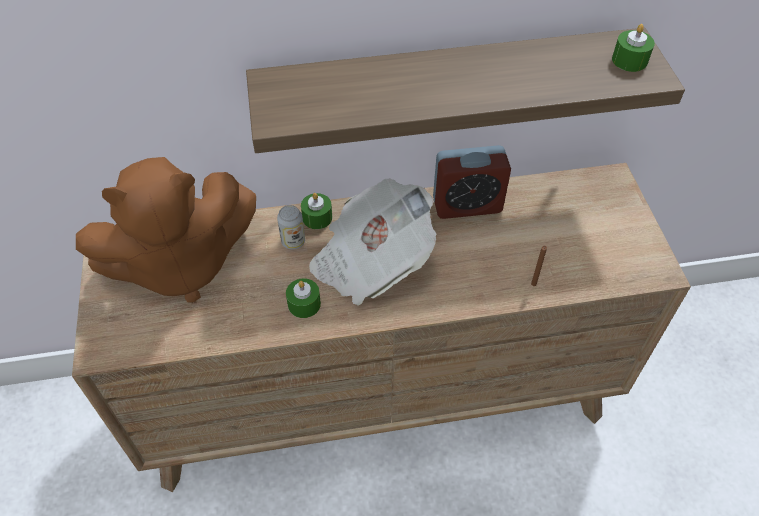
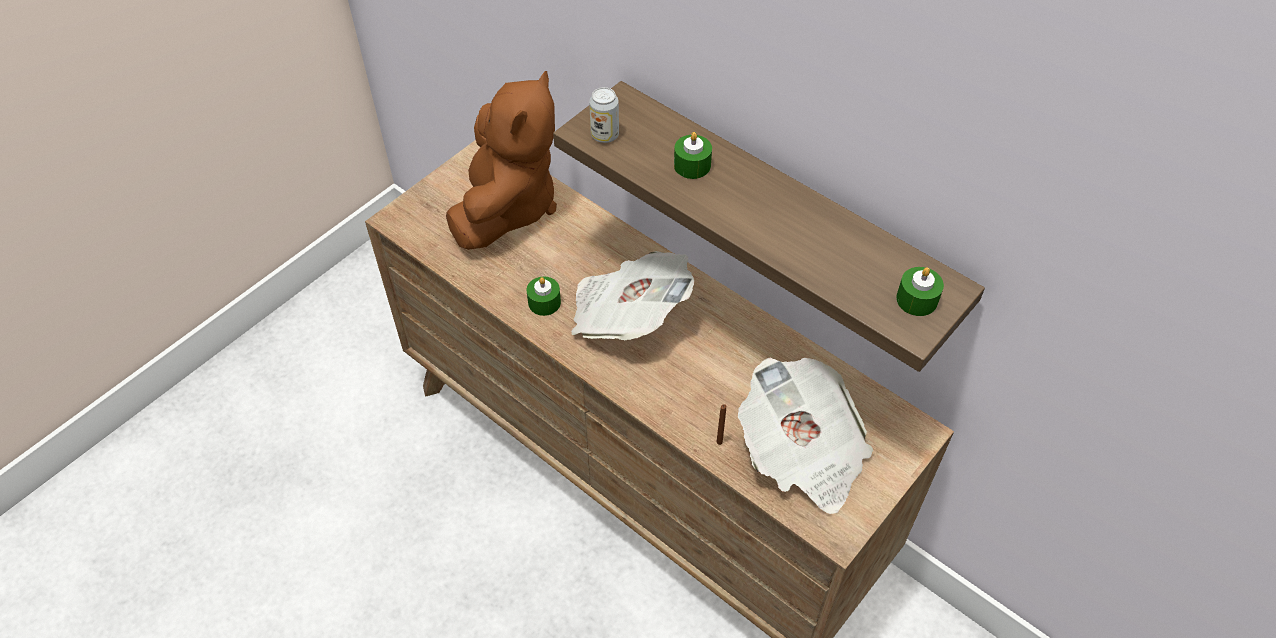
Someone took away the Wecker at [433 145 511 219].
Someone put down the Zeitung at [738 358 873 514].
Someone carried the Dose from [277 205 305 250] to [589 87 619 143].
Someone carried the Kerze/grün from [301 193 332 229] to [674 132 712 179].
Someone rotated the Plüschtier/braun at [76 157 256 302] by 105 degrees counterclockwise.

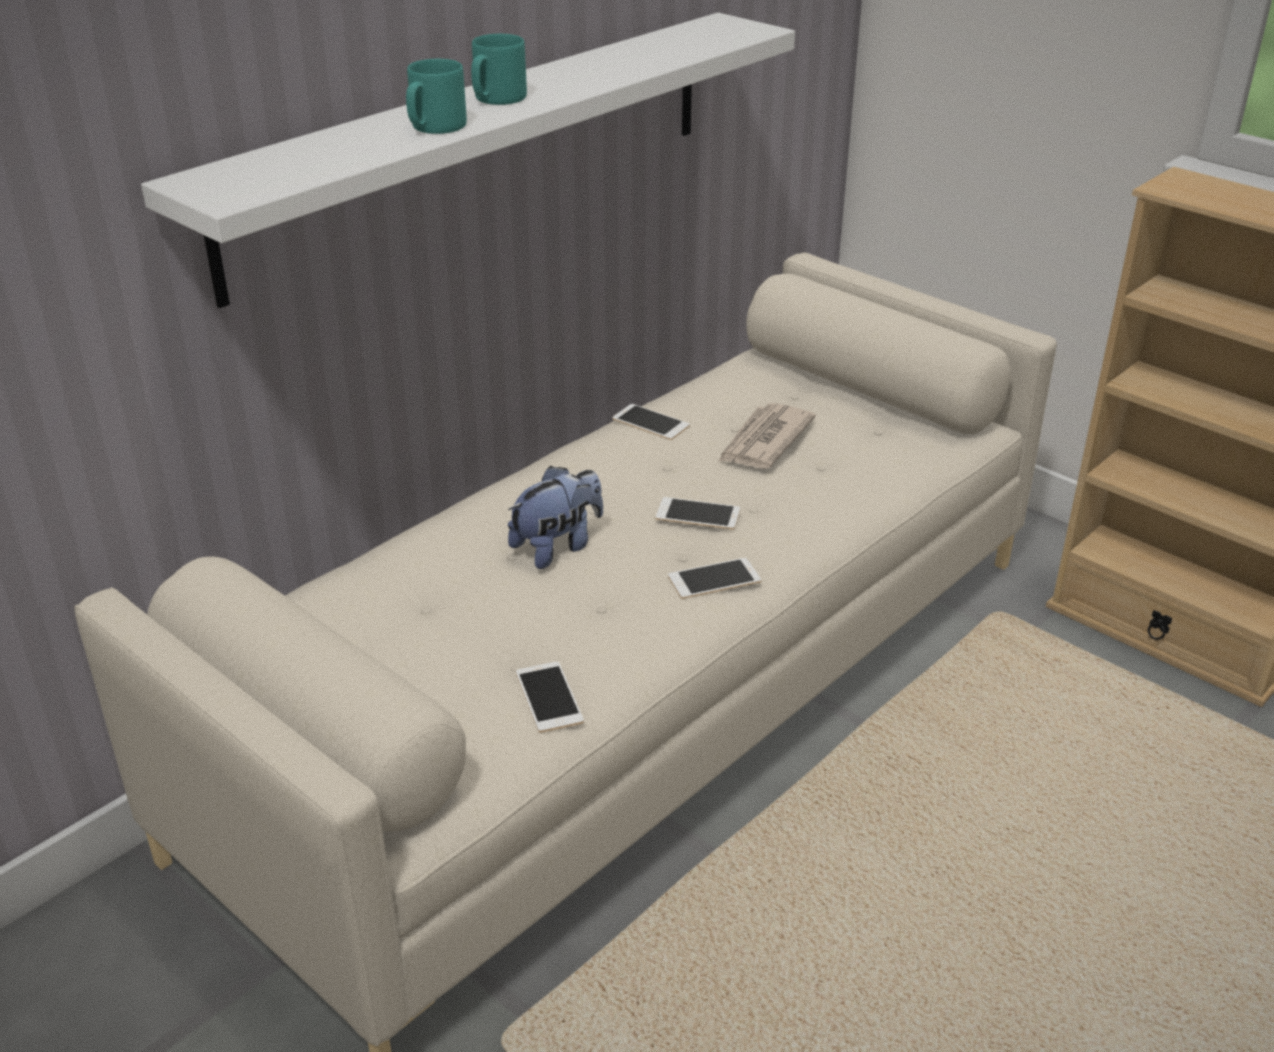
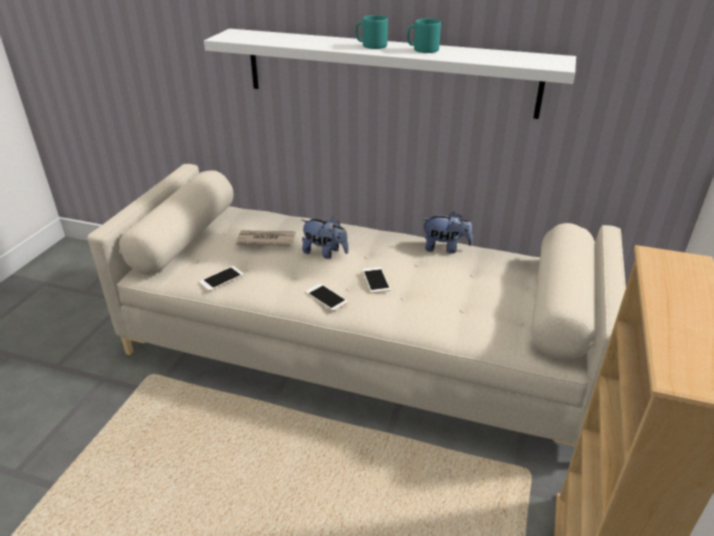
Someone carried the Henkelbecher/türkis from [406 59 467 134] to [407 19 441 53].
Someone carried the Zeitung from [718 403 816 469] to [236 230 296 246].
Someone swapped the Handy at [612 404 690 440] for the Plüschtier at [422 211 473 253].

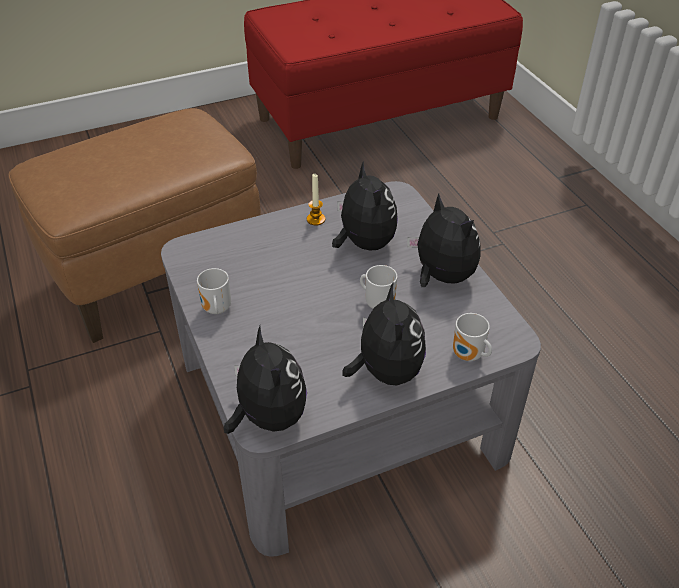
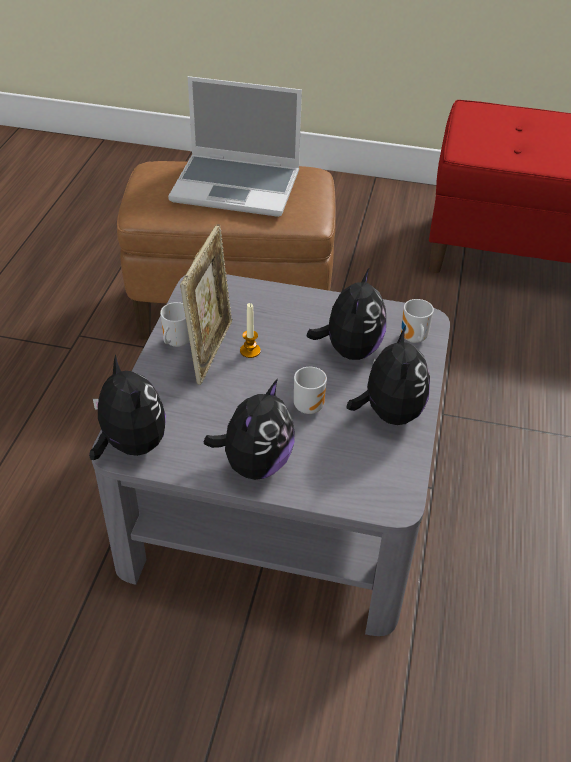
Someone put down the Laptop at [168 76 302 217].
Someone put down the Bilderrahmen at [180 224 232 385].
Someone carried the Kerze from [307 174 325 226] to [240 303 261 358].
Someone carried the Henkelbecher from [453 313 492 361] to [401 299 434 343].
Someone rotated the Plüschtier at [224 326 307 434] by 45 degrees counterclockwise.

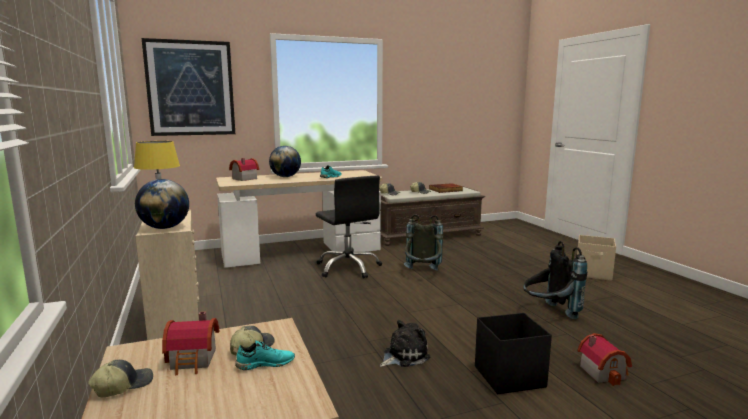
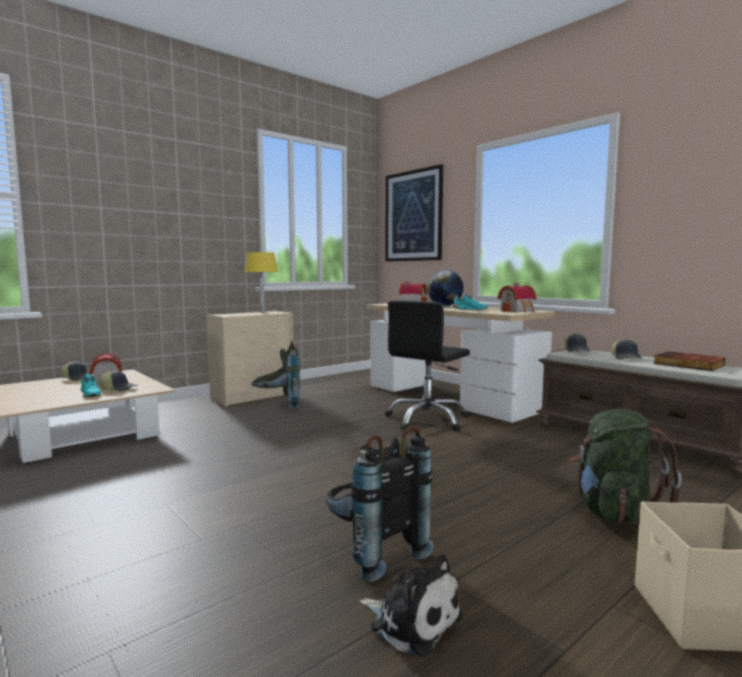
Someone took away the Globus at [135 179 189 229].
Someone took away the Aufbewahrungsbox/schwarz at [475 313 552 394].
Someone put down the Rucksack/grün at [569 409 681 524].
Someone carried the Plüschtier from [380 320 431 367] to [360 554 463 657].
Someone carried the Rucksack/grau from [404 214 443 271] to [252 341 300 409].
Someone carried the Spielzeughaus from [577 333 632 386] to [497 283 537 312].

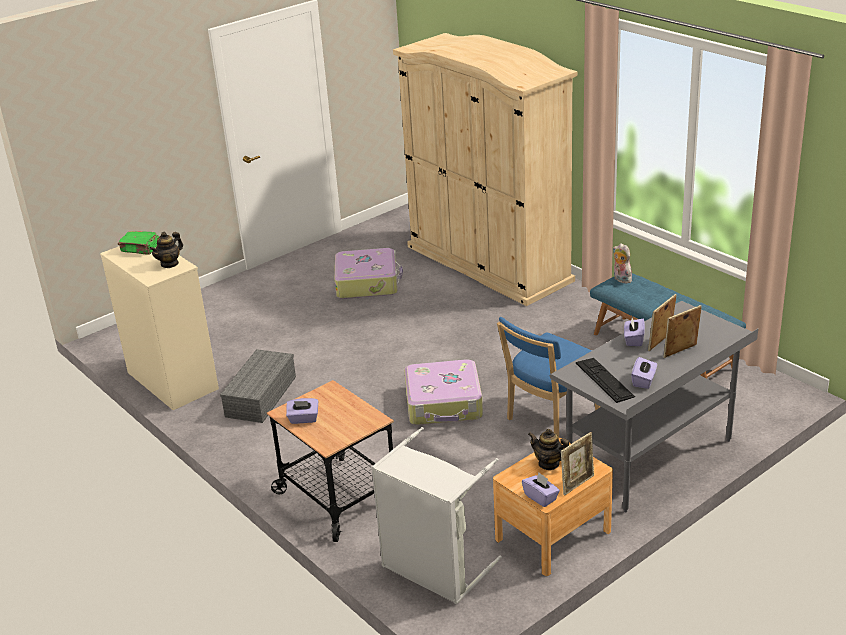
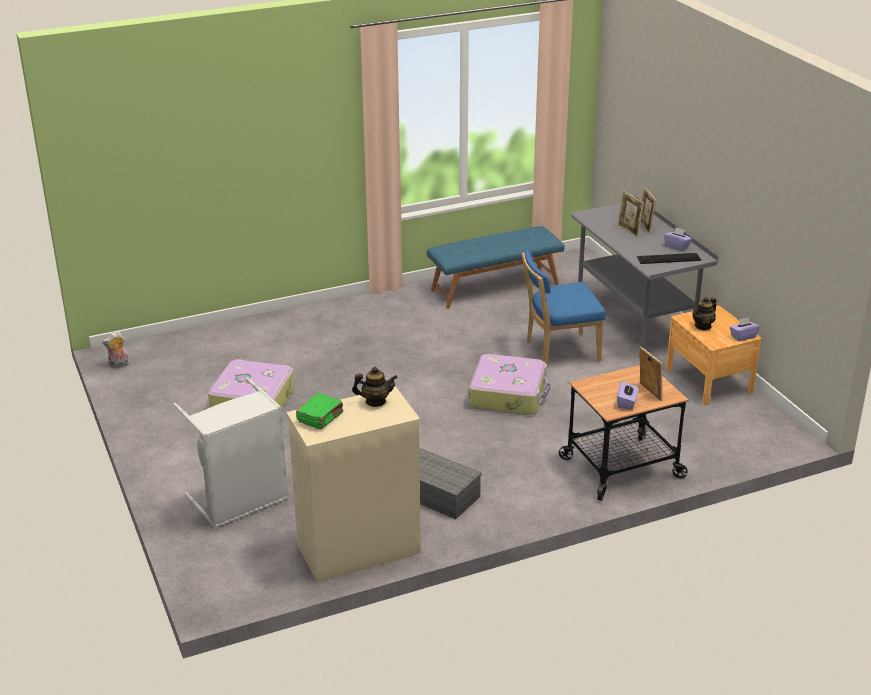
Someone took away the Kleiderschrank/beige at [393 33 577 306].
Someone took away the Taschentuchbox/lila at [624 317 645 346].
Someone carried the Wäschekorb/grau from [371 427 502 604] to [173 377 289 529].
Someone carried the Bilderrahmen from [561 432 594 495] to [640 346 662 401].
Someone carried the Plüschtier from [613 243 632 284] to [102 332 129 368].
Someone rotated the Teekanne at [149 232 183 268] by 60 degrees counterclockwise.
Someone rotated the Stuhl/blau at [497 317 601 438] by 105 degrees clockwise.

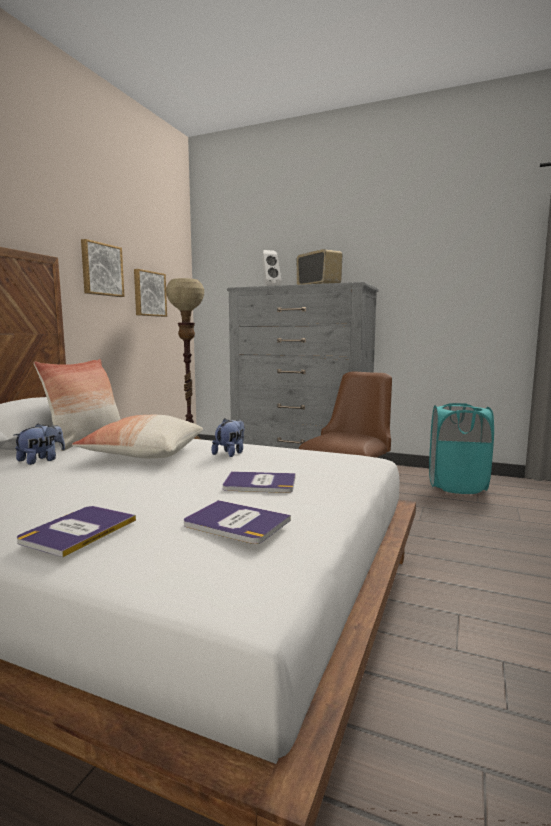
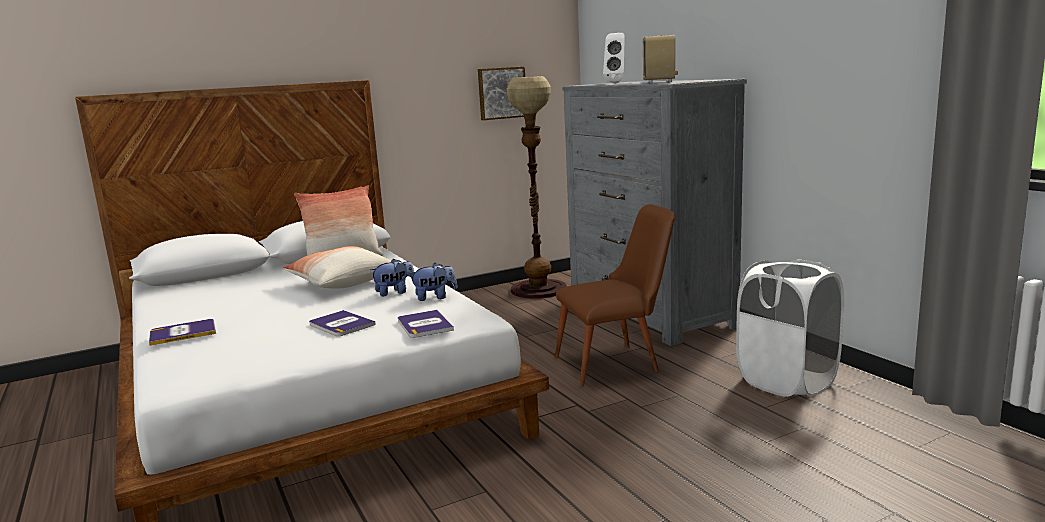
Someone took away the Bild at [81 239 125 297].
Someone carried the Plüschtier from [13 424 65 465] to [410 263 458 301].
Someone carried the Buch from [184 500 291 544] to [398 310 454 338].
Someone repainted the Wäschekorb/türkis at [429 403 494 494], which became the Wäschekorb/weiß at [736 260 844 397].

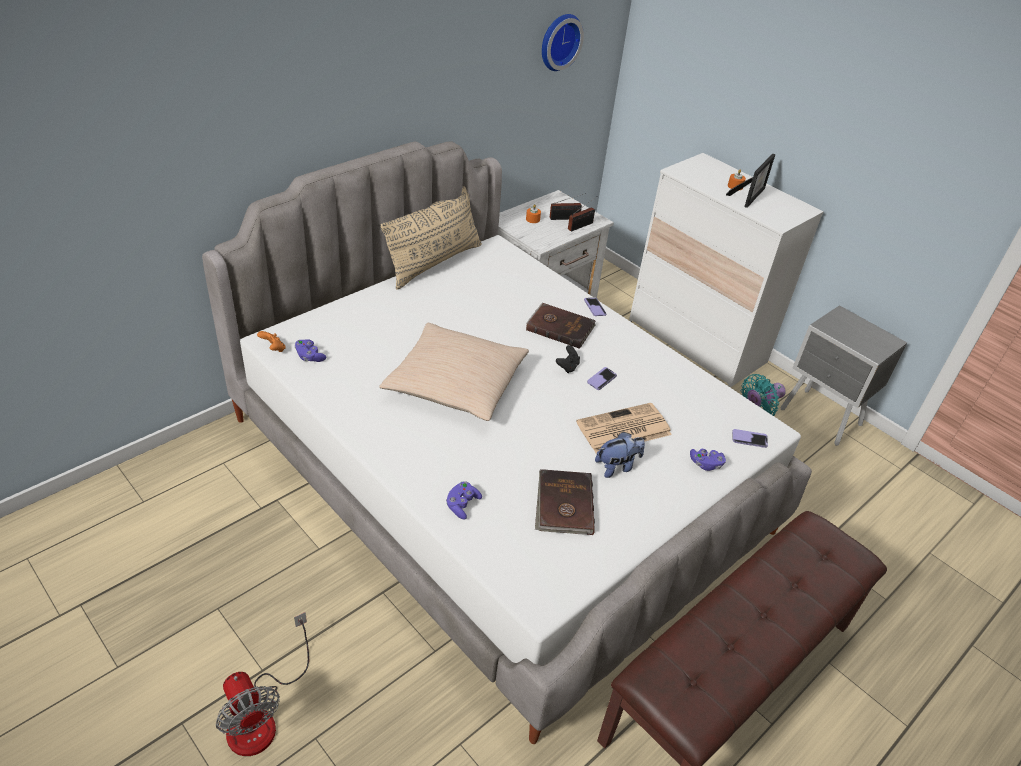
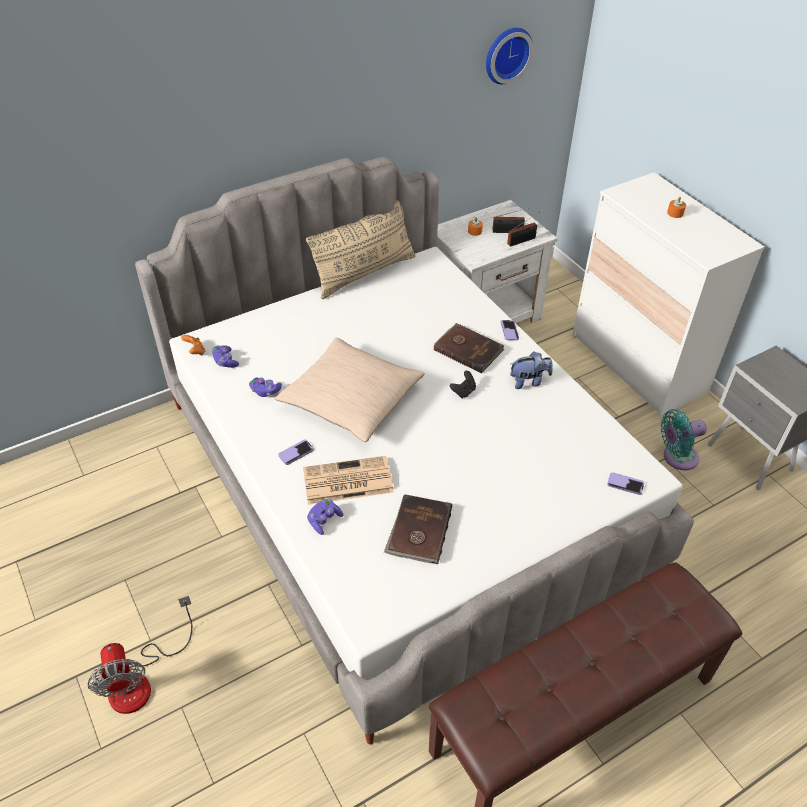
Someone took away the Bilderrahmen at [726 154 776 208].
Someone carried the Zeitung from [576 403 672 454] to [303 456 394 505].
Someone carried the Handy from [587 367 617 390] to [278 439 314 465].
Someone carried the Plüschtier from [595 432 645 478] to [510 351 553 389].
Someone carried the Gamepad/lila from [690 449 726 471] to [249 378 282 397].

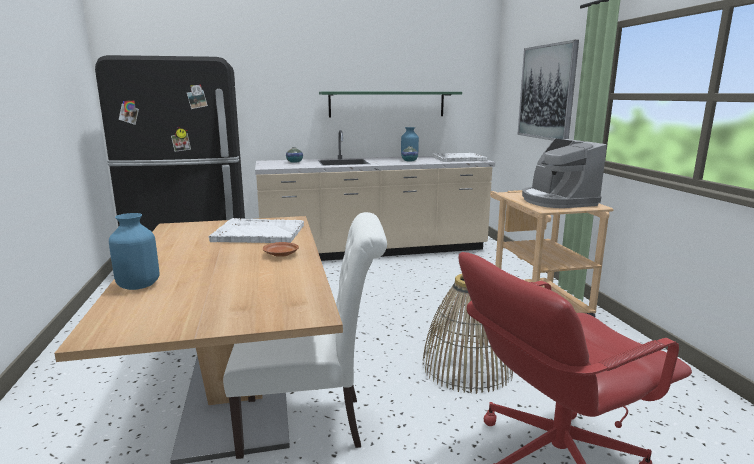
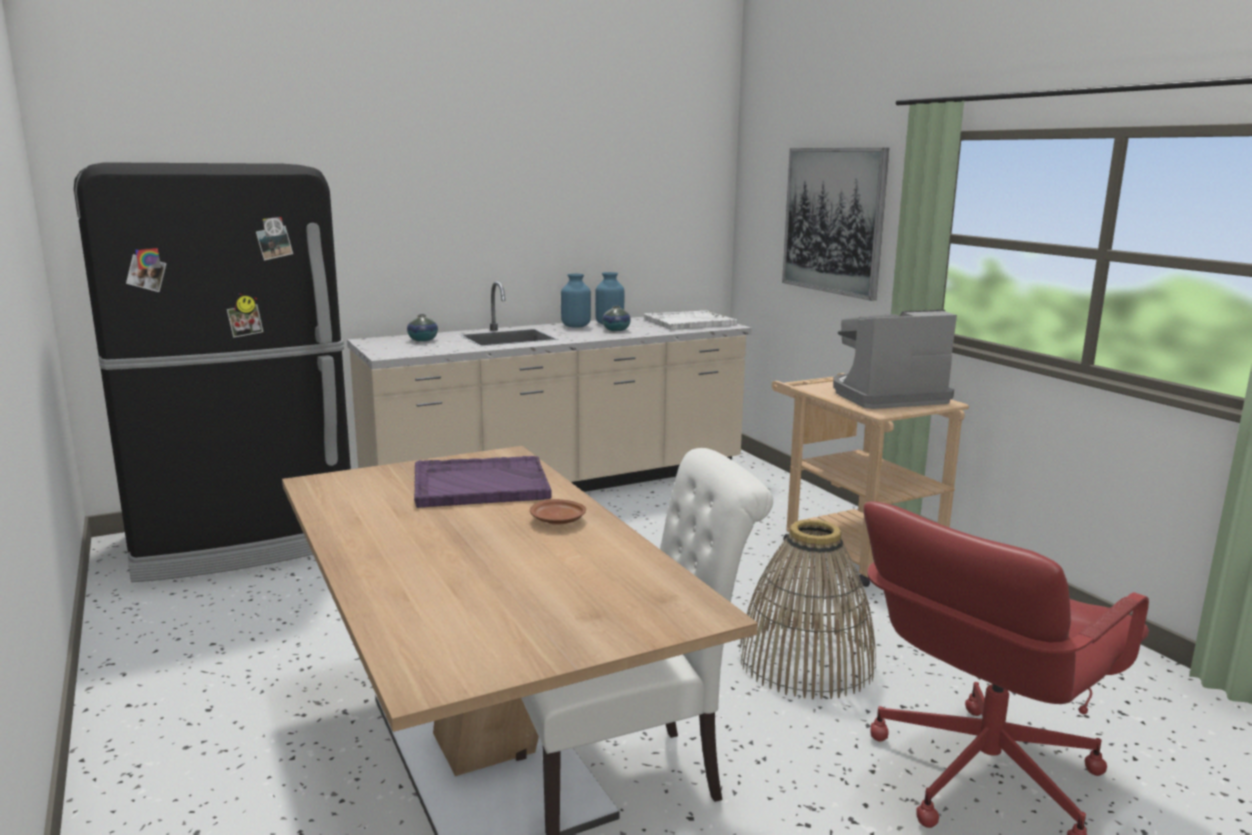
Someone took away the Wandregal/grün at [319 92 462 117].
Someone carried the Vase/blau from [109 213 159 290] to [561 274 591 328].
Someone repainted the Tablett/weiß at [209 218 304 243], which became the Tablett/lila at [414 456 552 508].
Someone rotated the Kaffeemaschine at [522 138 607 208] by 105 degrees clockwise.

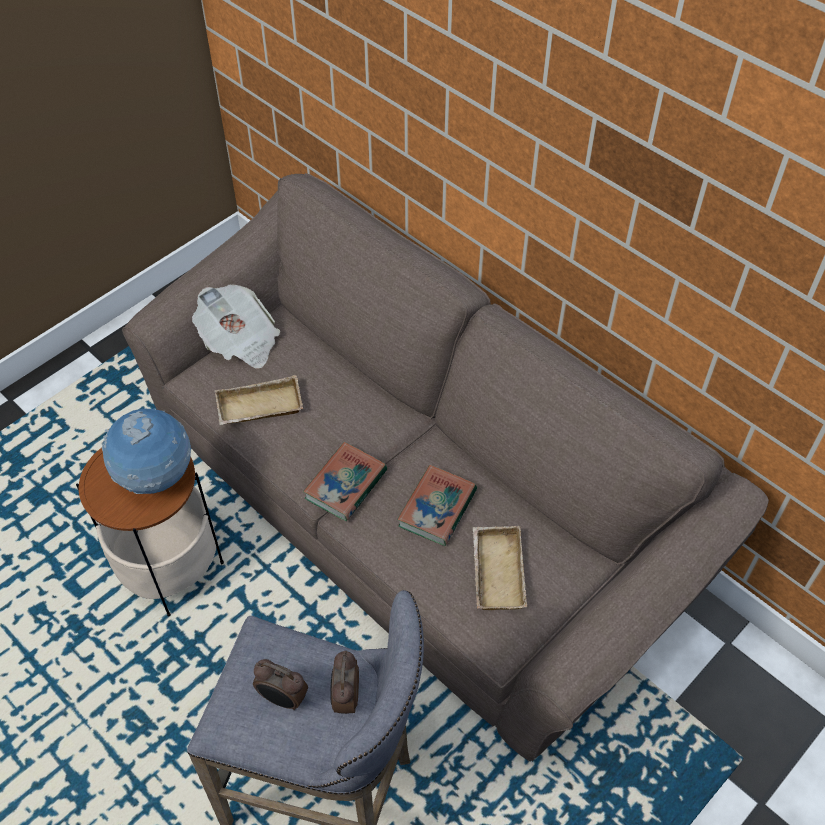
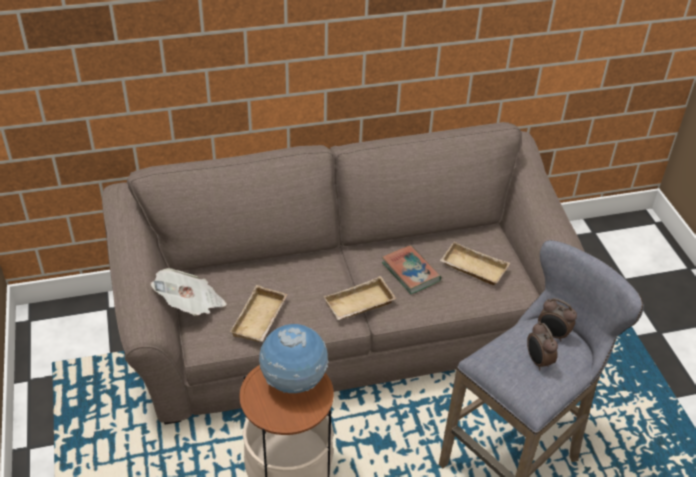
Someone swapped the Buch at [303 442 387 521] for the Tablett/beige at [323 276 396 320].
Someone rotated the Wecker at [253 659 308 710] by 105 degrees clockwise.

